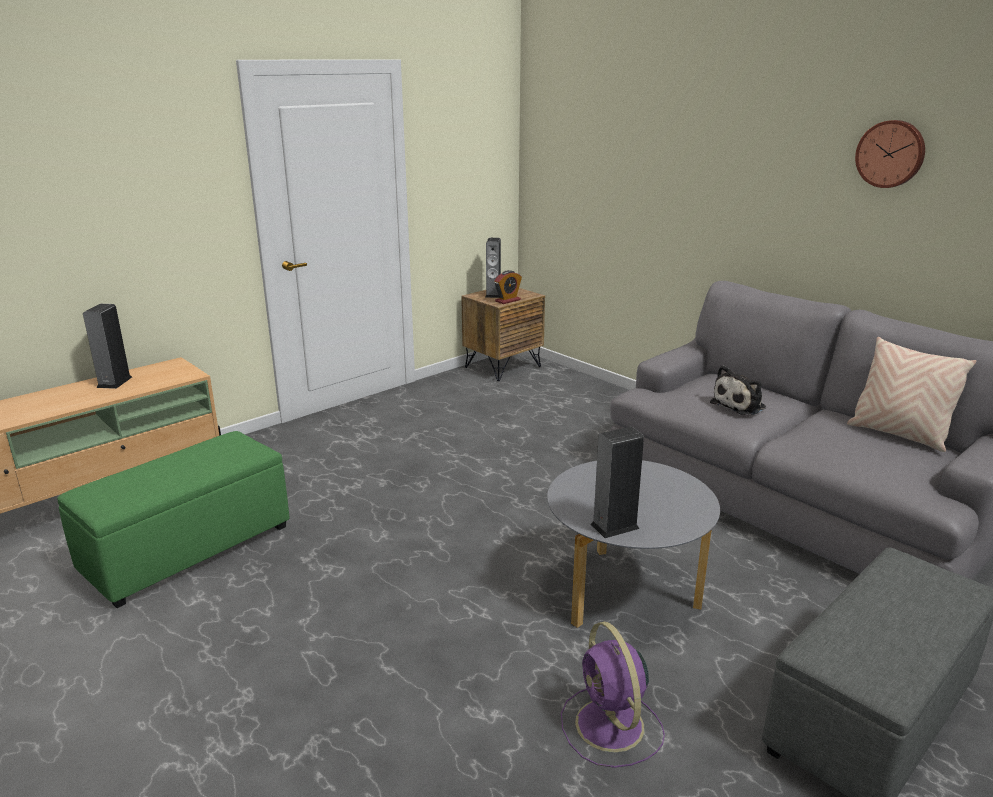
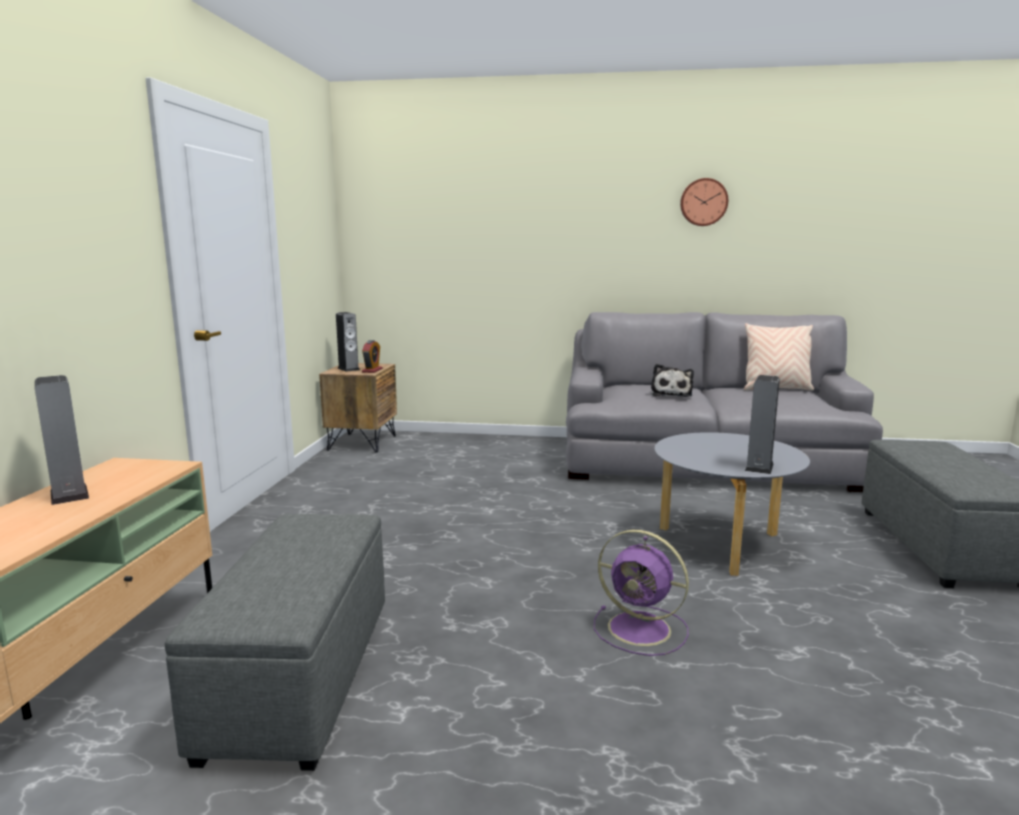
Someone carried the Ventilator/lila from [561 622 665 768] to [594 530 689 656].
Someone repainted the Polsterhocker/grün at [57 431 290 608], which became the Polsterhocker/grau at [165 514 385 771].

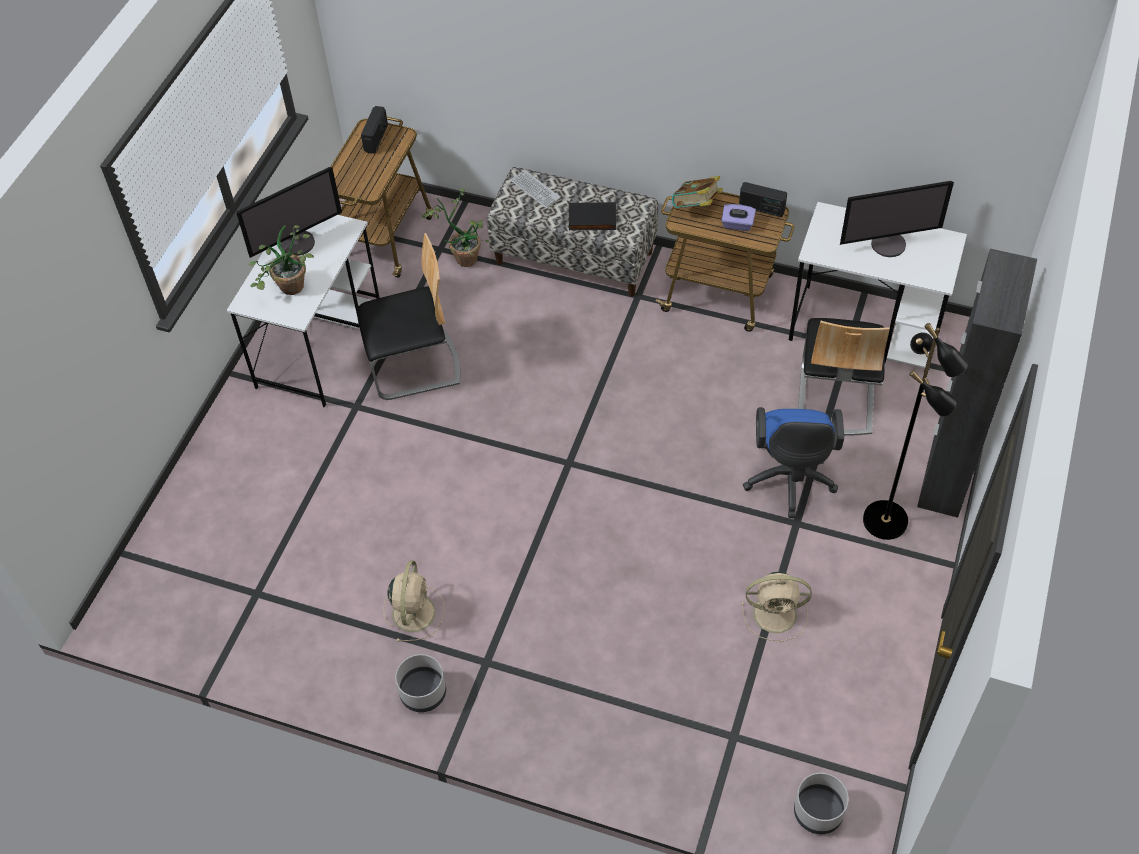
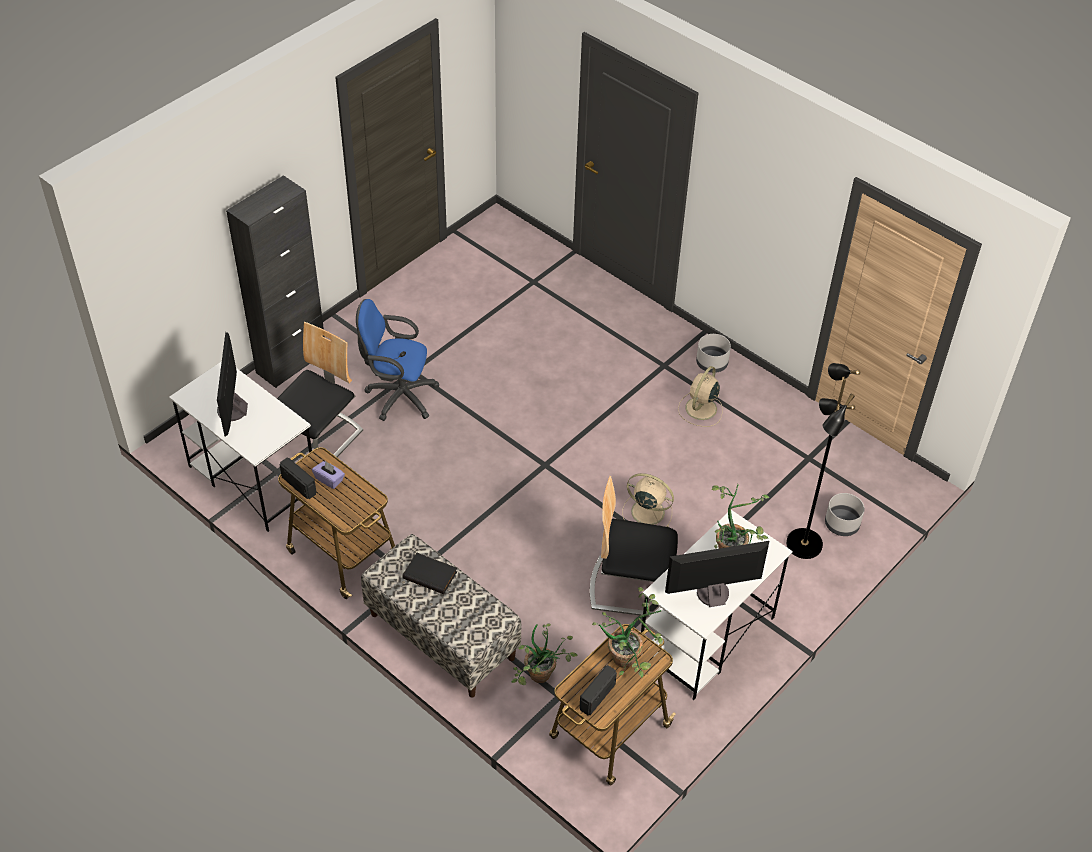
Someone took away the Tastatur at [511 169 561 209].
Someone took away the Buch at [672 176 723 208].
Someone put down the Topfpflanze at [592 587 663 677].
Someone carried the Ventilator/beige from [741 572 812 641] to [622 473 674 527].
Someone carried the Pflanzkübel/grau from [794 773 849 834] to [825 493 865 536].
Someone carried the Stehlampe/schwarz from [863 323 968 540] to [786 363 860 559].
Someone rotated the Bürostuhl/blau at [743 407 844 518] by 105 degrees counterclockwise.
Someone rotated the Monitor at [840 181 954 257] by 105 degrees counterclockwise.

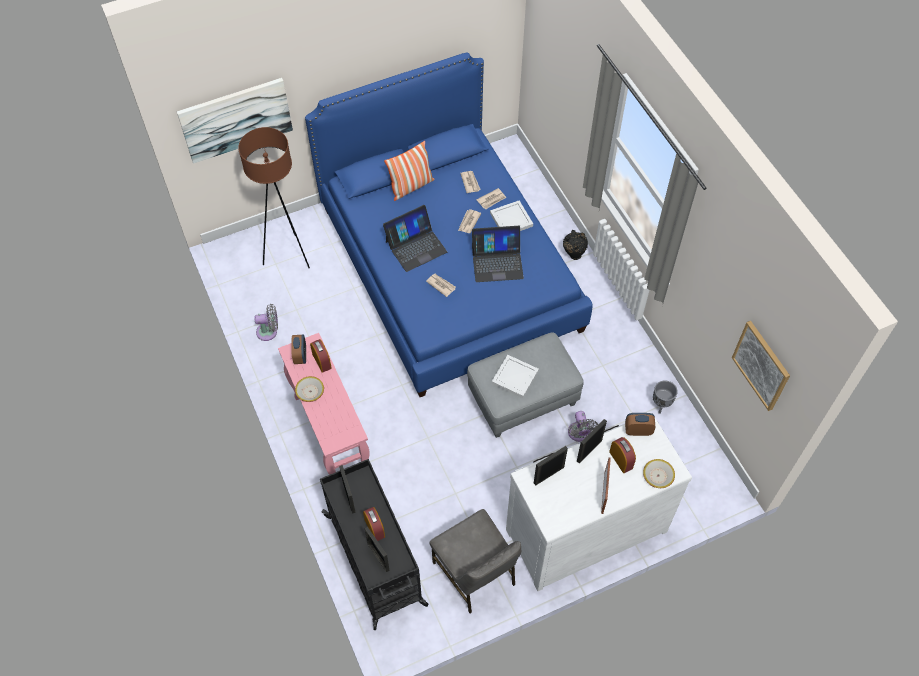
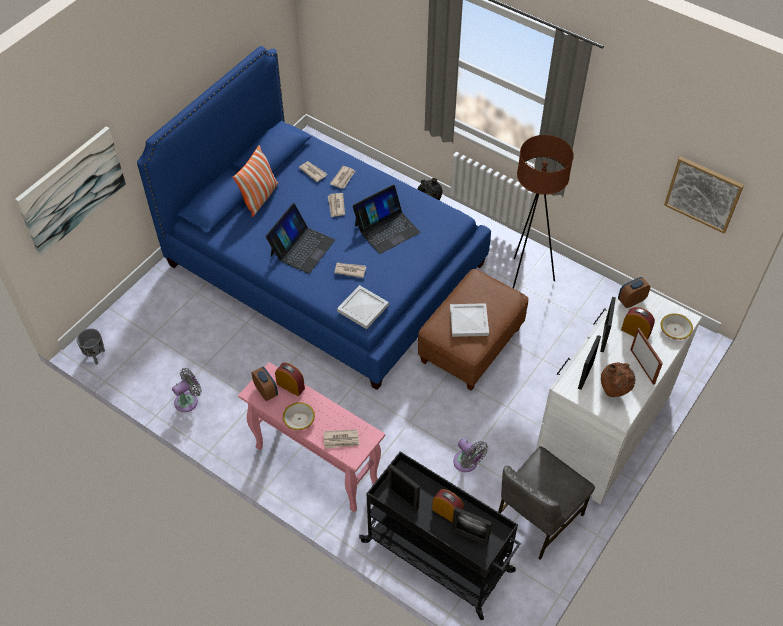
Someone put down the Zeitung at [323 429 360 449].
Someone put down the Vase/braun at [601 362 635 397].
Someone carried the Stehlampe/braun from [238 127 310 268] to [513 135 574 289].
Someone carried the Tablett/weiß from [490 200 533 231] to [337 285 389 329].
Someone carried the Ventilator/grau from [568 411 598 442] to [453 438 488 472].
Someone carried the Pflanzkübel/grau from [653 380 678 414] to [77 328 105 365].
Someone repainted the Polsterhocker/grau at [467 332 584 438], which became the Polsterhocker/braun at [418 269 528 391].
Someone rotated the Stuhl/grau at [430 509 521 614] by 105 degrees clockwise.

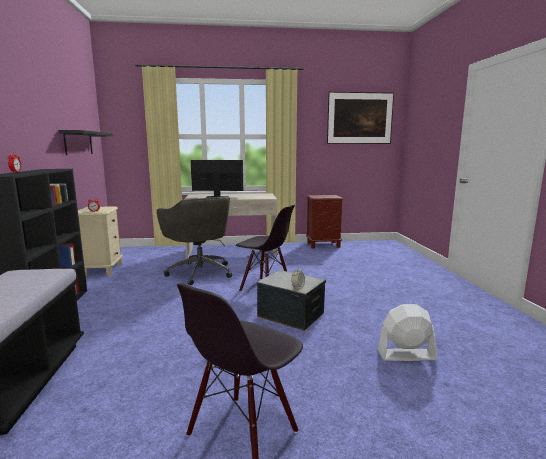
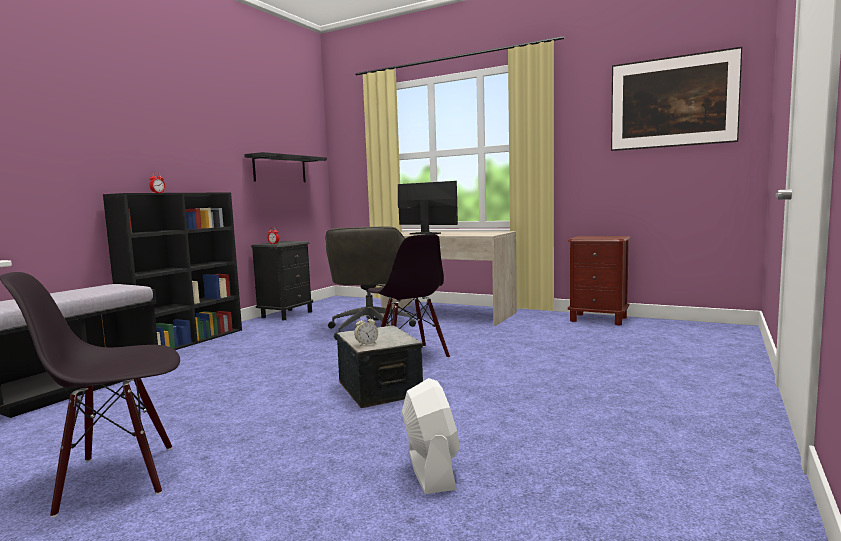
Someone repainted the Nachttisch/beige at [78 206 123 276], which became the Nachttisch/schwarz at [251 241 313 321].
Someone rotated the Ventilator/weiß at [378 304 437 361] by 45 degrees clockwise.

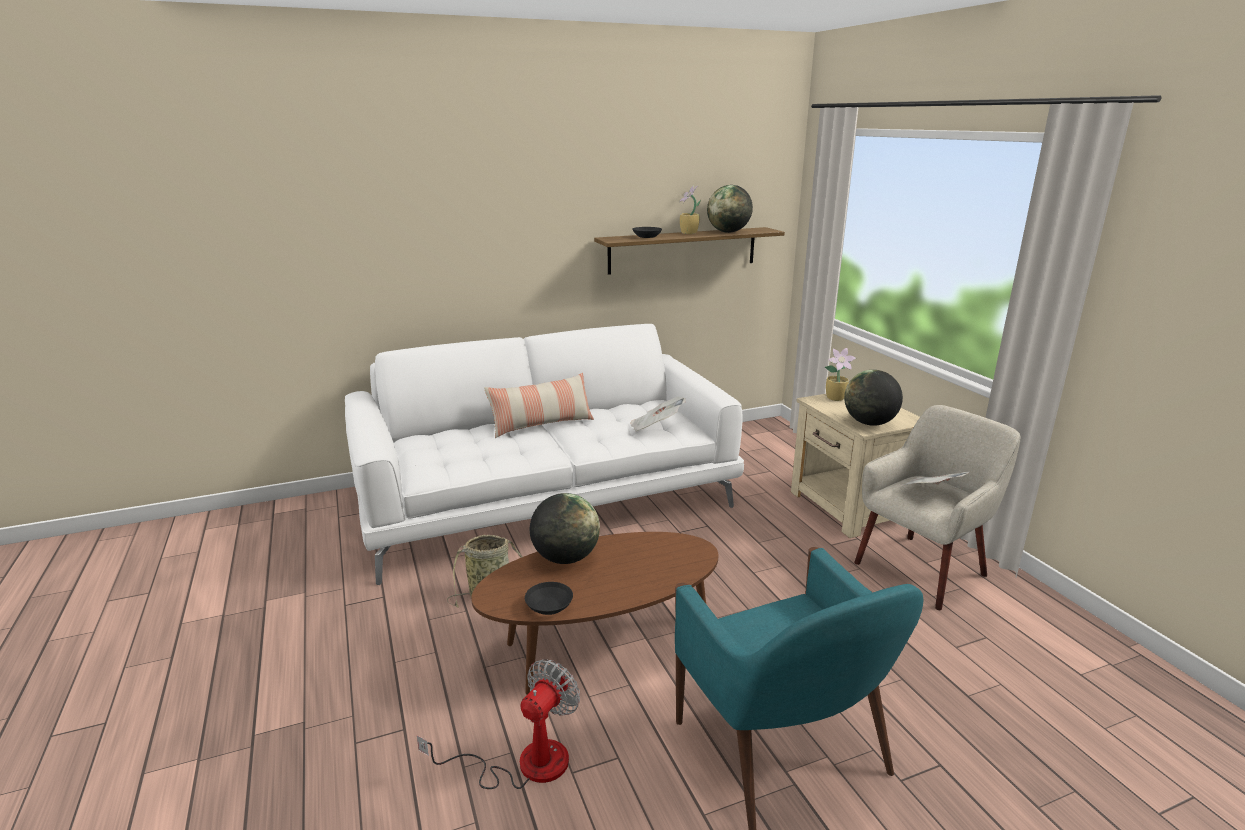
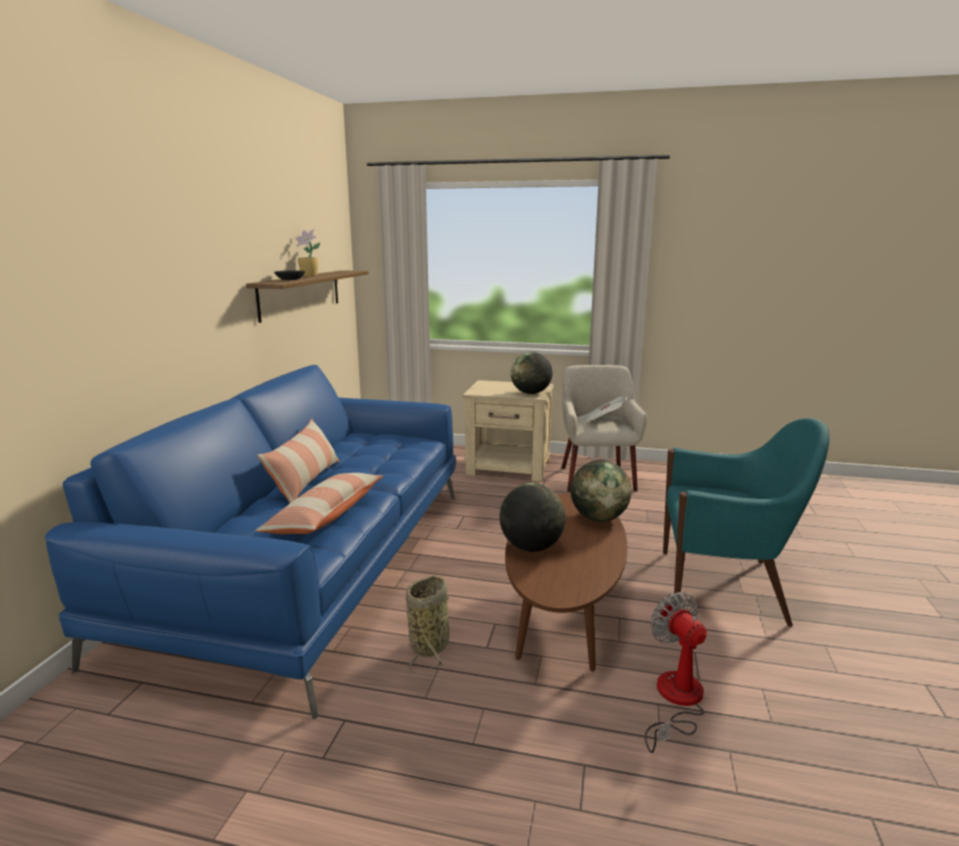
Someone took away the Schüssel/schwarz at [525 582 573 615].
Someone took away the Zeitung at [630 397 686 431].
Someone took away the Topfpflanze at [825 348 856 401].
Someone put down the Kissen at [255 473 383 534].
Someone carried the Globus from [707 185 753 233] to [571 460 632 522].
Someone repainted the Sofa/weiß at [345 324 744 585], which became the Sofa/blau at [45 365 456 720].

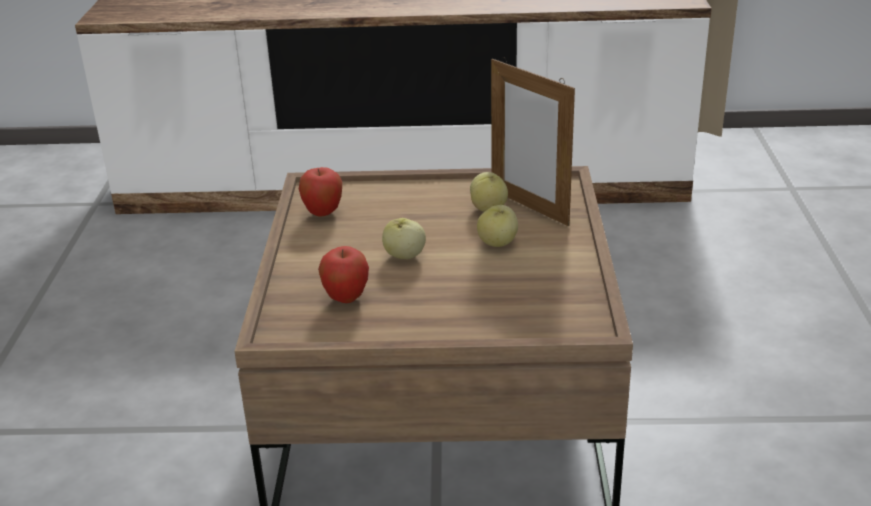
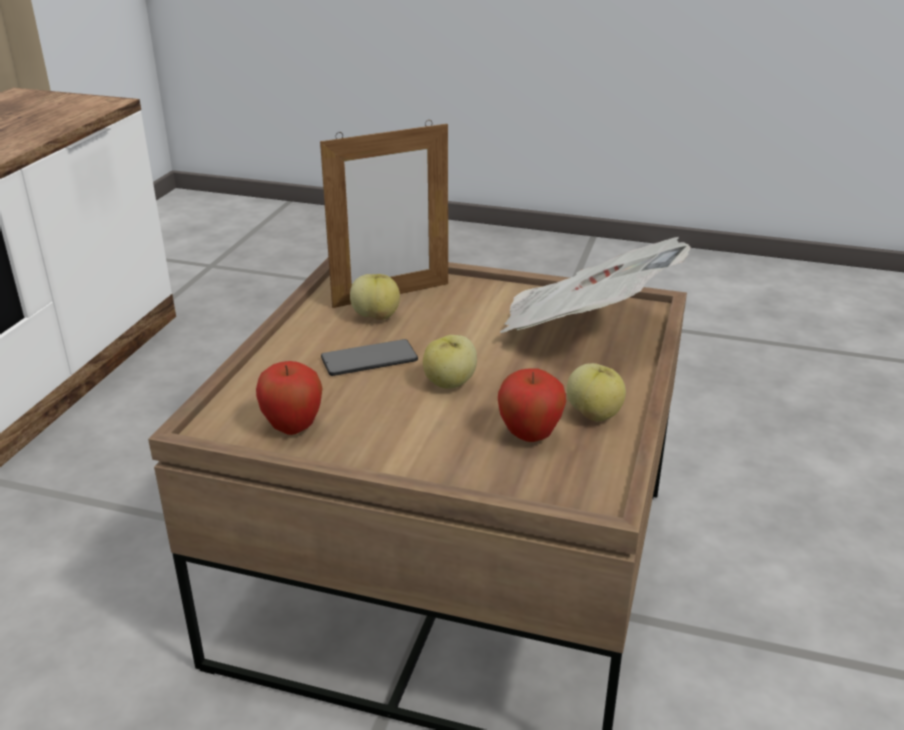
Someone put down the Handy at [321 339 418 376].
Someone put down the Zeitung at [500 237 690 333].
Someone carried the Apfel from [477 205 518 247] to [567 363 626 421].

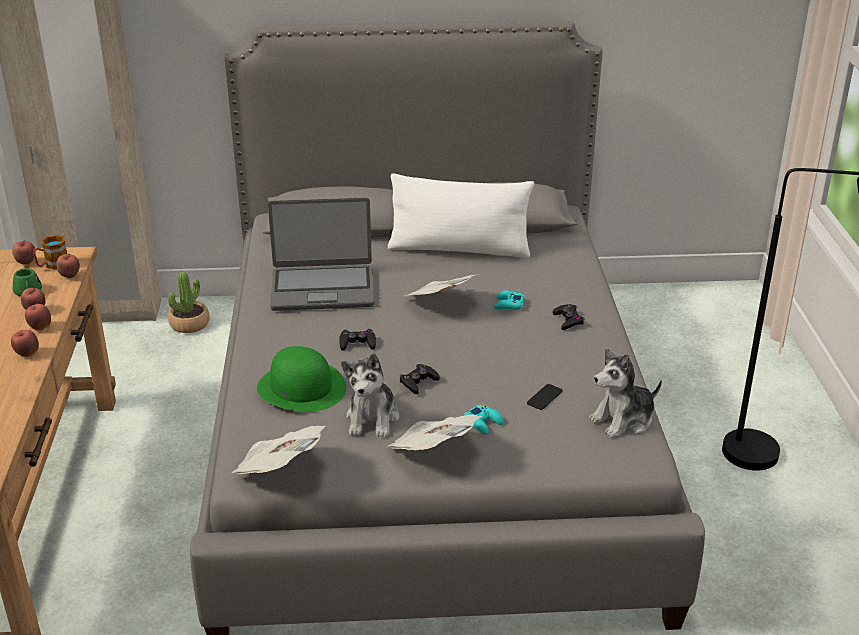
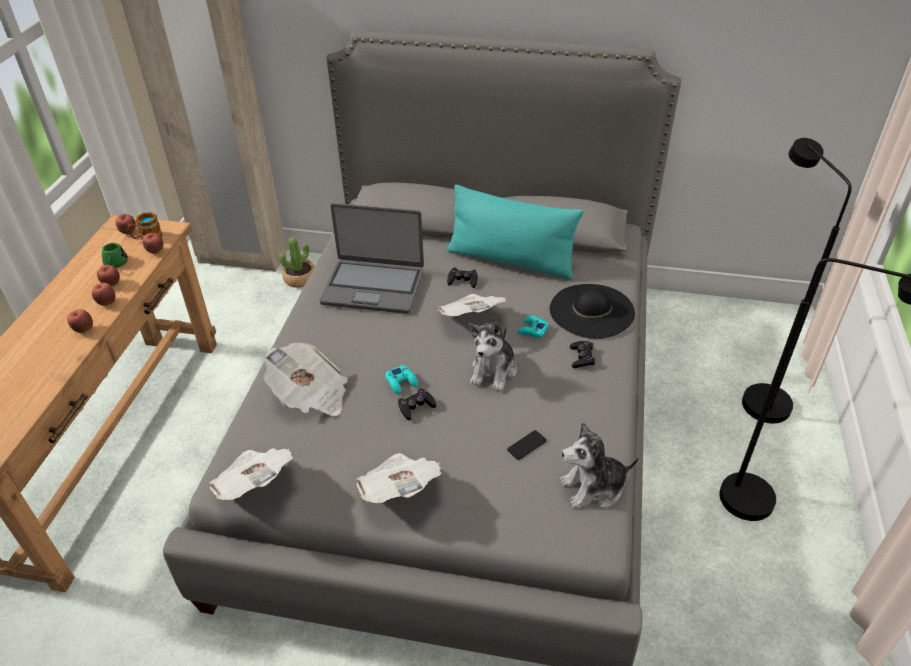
Someone put down the Hut/schwarz at [550 284 635 339].
Someone put down the Stehlampe/schwarz at [742 138 852 423].
Someone carried the Gamepad/schwarz from [339 329 376 351] to [447 268 478 288].
Someone carried the Plüschtier from [341 353 399 437] to [469 322 517 391].
Someone carried the Gamepad/türkis from [464 405 503 434] to [385 365 418 394].
Someone swapped the Hut/grün at [257 346 346 412] for the Zeitung at [264 343 347 416].
Someone repainted the Kissen/weiß at [388 173 534 258], which became the Kissen/türkis at [447 185 584 280].

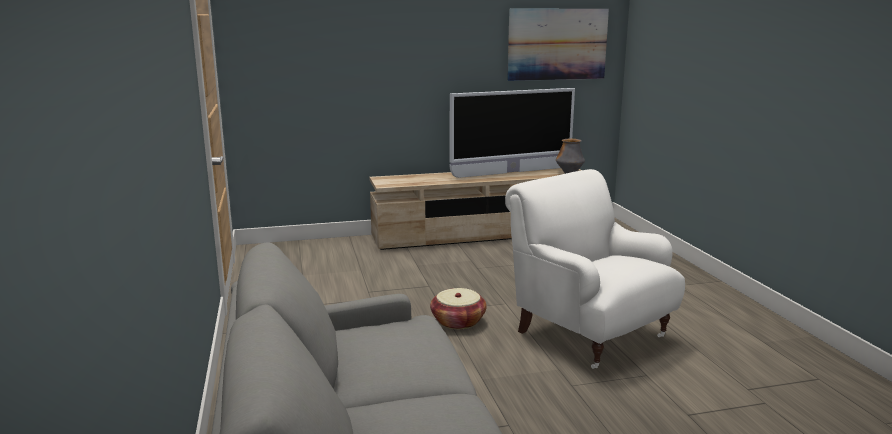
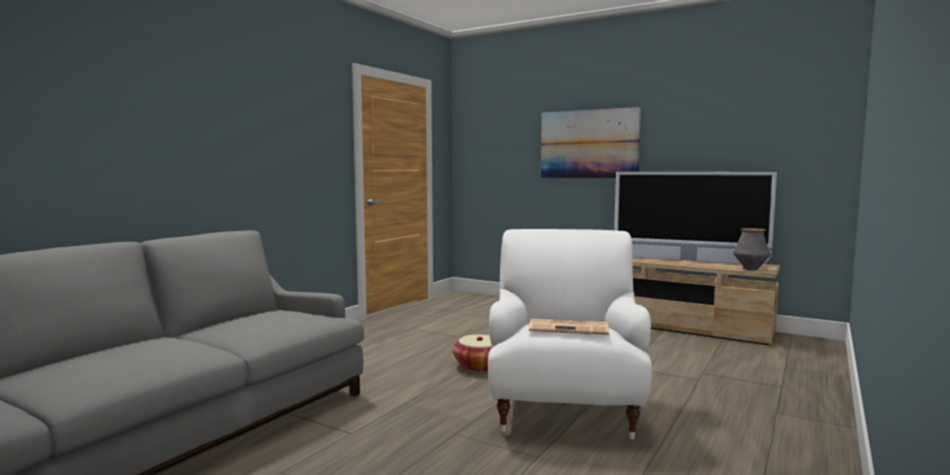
Someone put down the Zeitung at [529 319 609 335].
Someone carried the Bild from [507 9 609 81] to [541 107 641 179].

